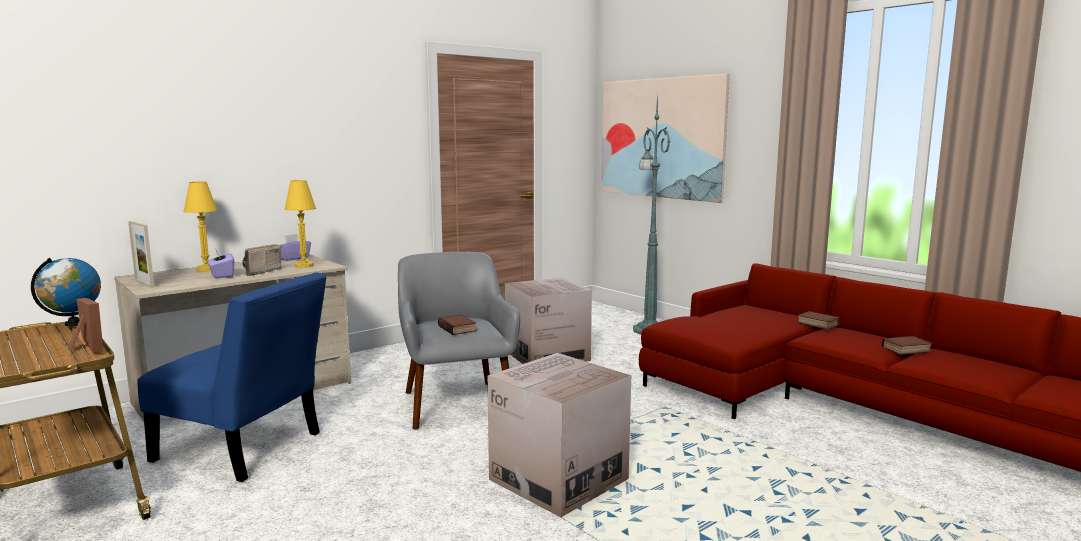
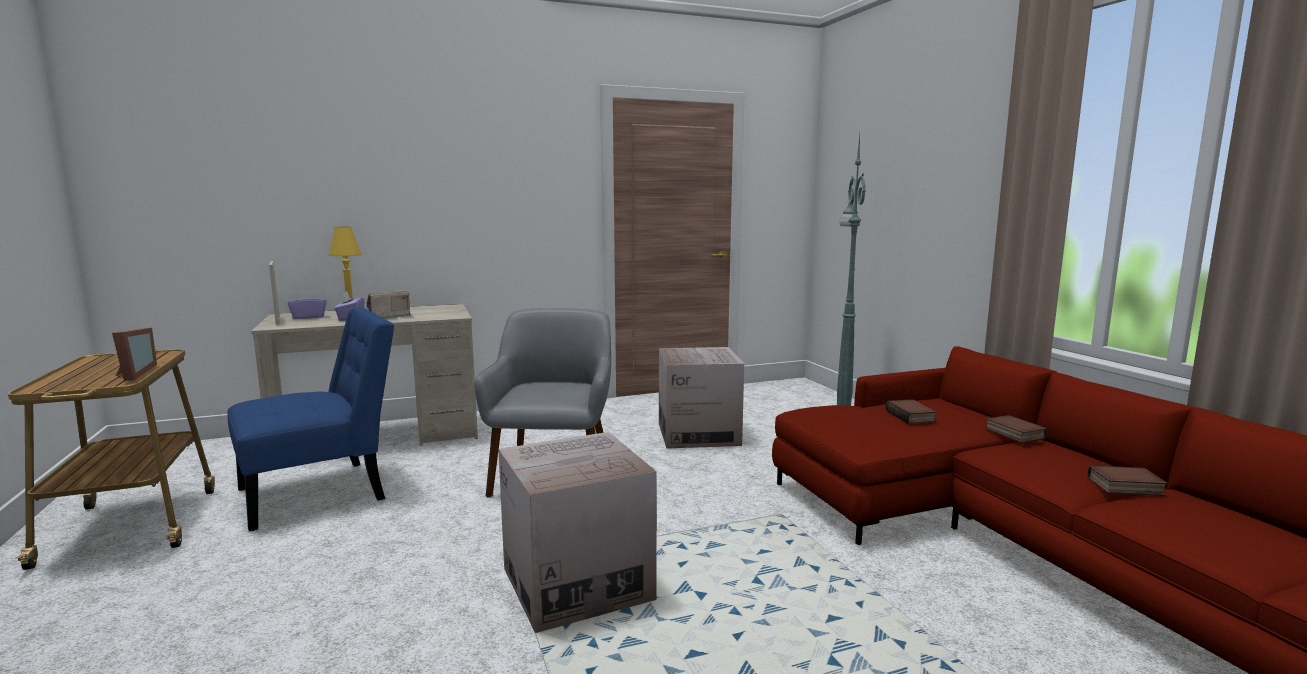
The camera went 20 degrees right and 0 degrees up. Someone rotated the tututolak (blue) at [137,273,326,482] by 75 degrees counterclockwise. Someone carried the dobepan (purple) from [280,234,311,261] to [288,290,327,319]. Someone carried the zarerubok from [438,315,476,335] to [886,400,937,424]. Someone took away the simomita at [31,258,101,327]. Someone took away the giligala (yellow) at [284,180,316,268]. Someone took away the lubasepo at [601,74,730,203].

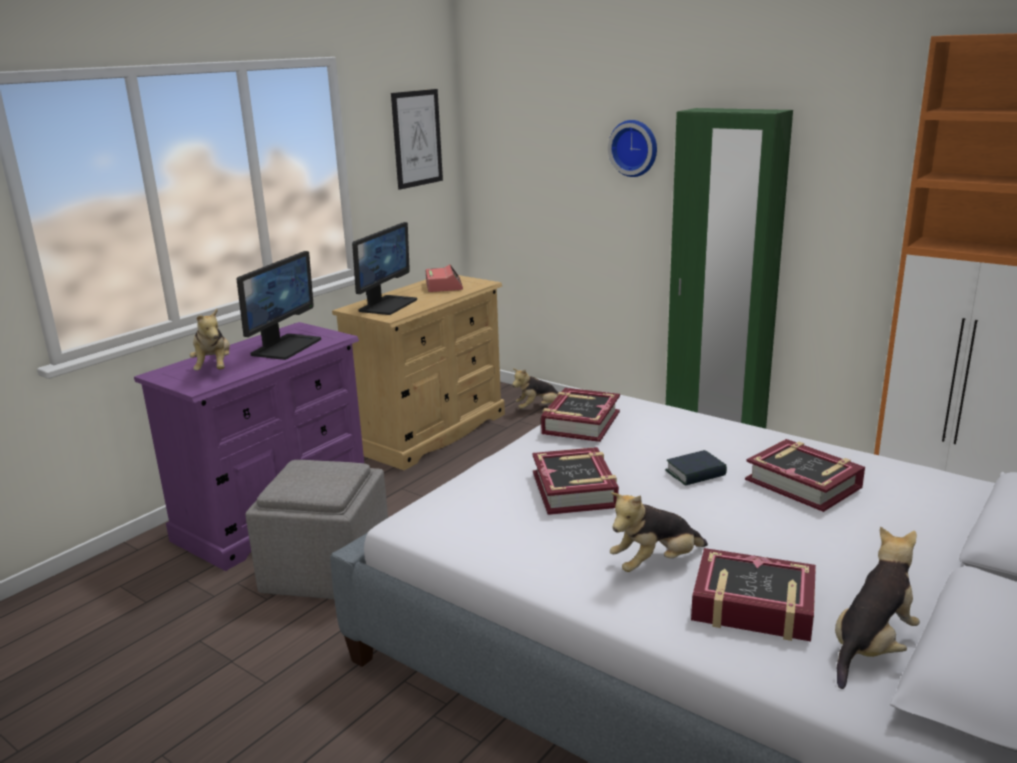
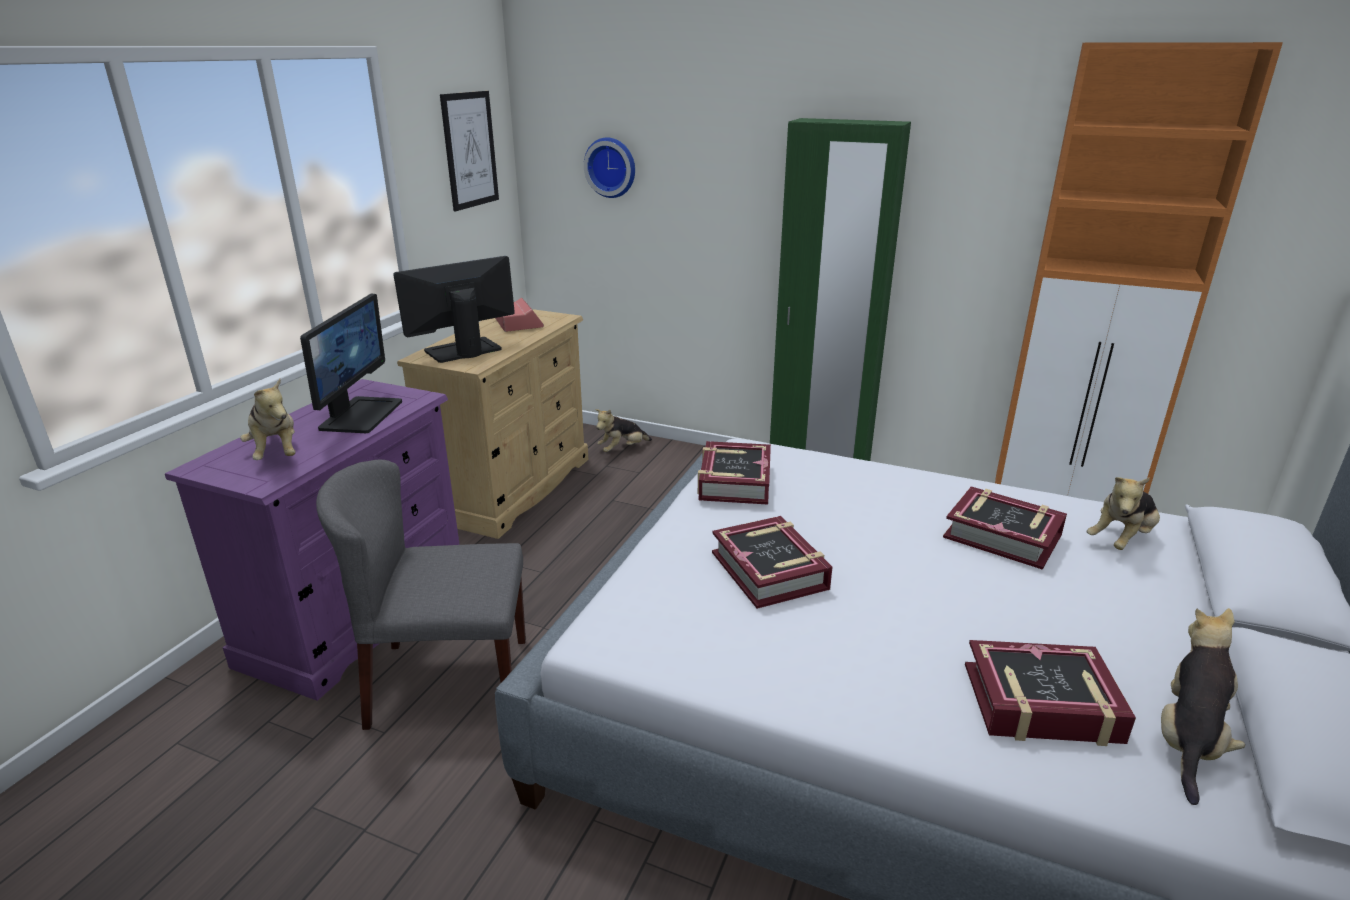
The camera went 15 degrees left and 5 degrees up. Someone swapped the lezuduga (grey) at [245,460,388,599] for the tututolak (grey) at [316,460,526,730]. Someone rotated the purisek at [352,222,417,315] by 135 degrees counterclockwise. Someone carried the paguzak from [608,120,657,177] to [584,137,635,198]. Someone carried the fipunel from [610,492,708,572] to [1087,477,1160,550]. Someone took away the zarerubok at [665,450,727,486].

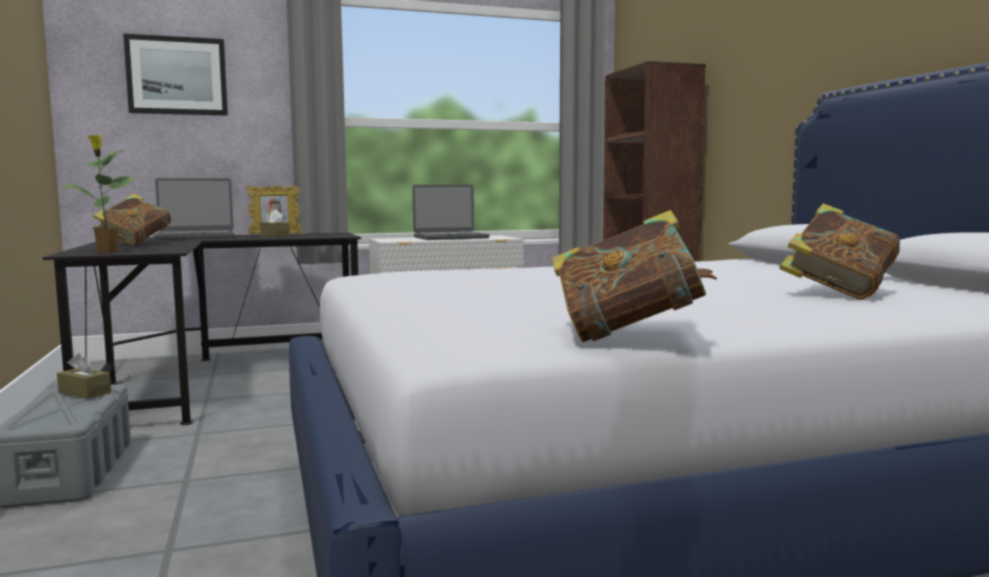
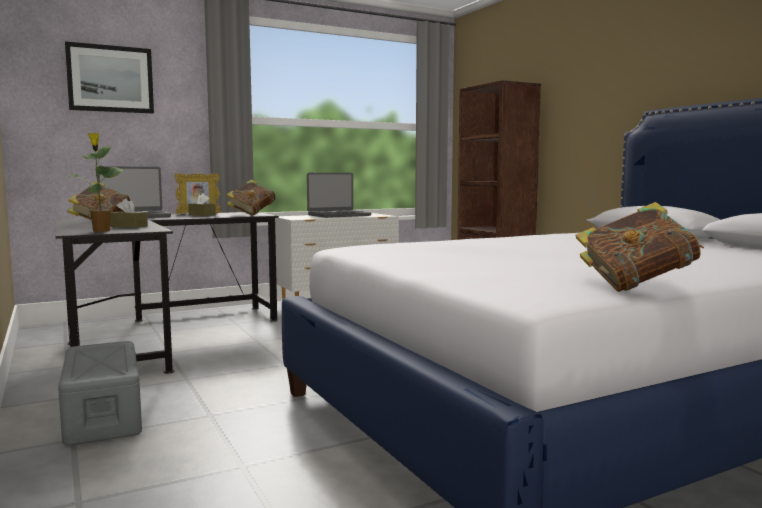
The camera went 10 degrees left and 0 degrees up. Someone carried the dobepan (brown) from [57,353,111,399] to [110,198,148,228]. Someone carried the zarerubok from [779,203,900,300] to [227,180,276,216].

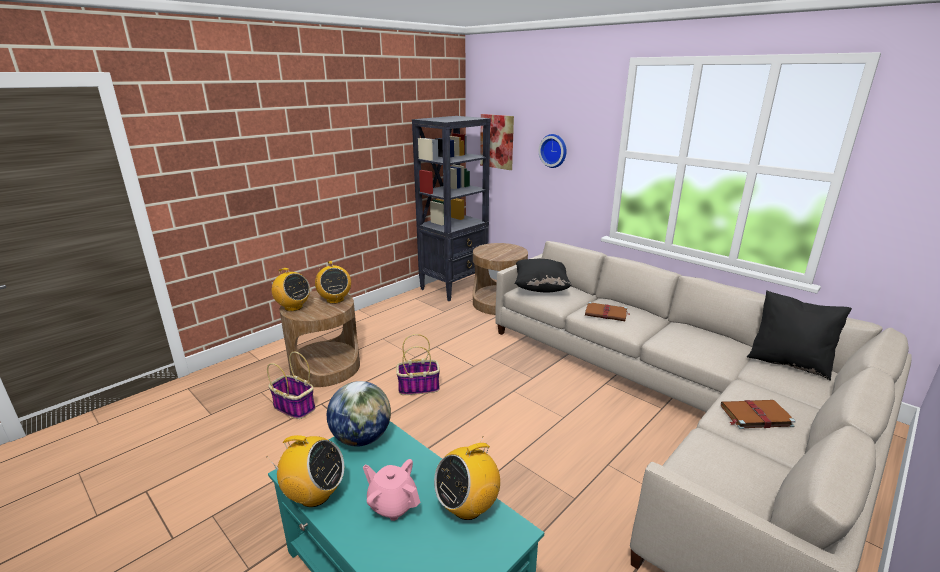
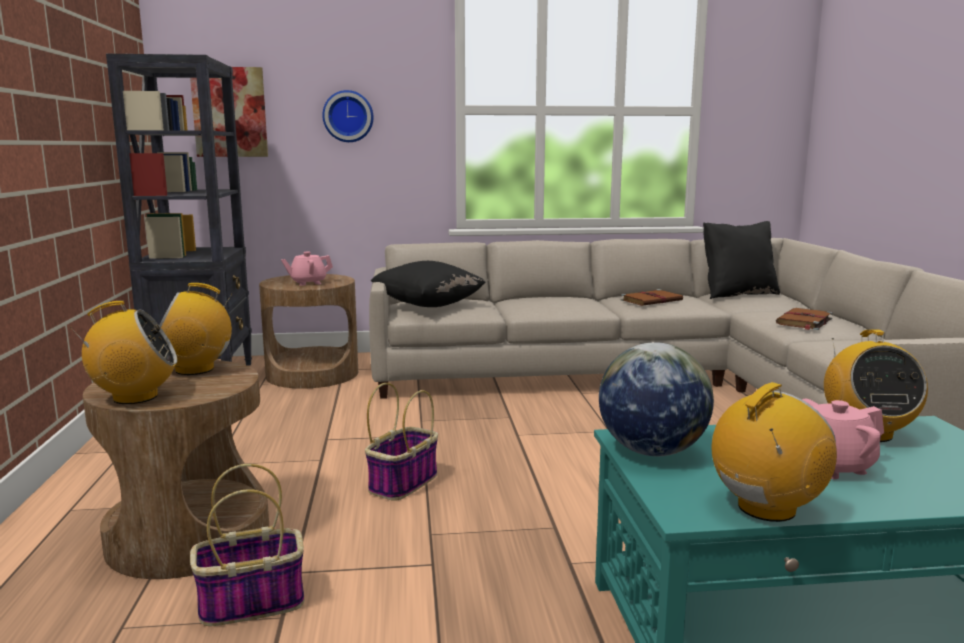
The camera went 50 degrees left and 10 degrees down. Someone rotated the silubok at [315,261,351,304] by 150 degrees clockwise. Someone put down the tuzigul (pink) at [281,252,333,286]. Someone carried the zarerubok (brown) from [585,302,630,321] to [621,289,683,306].

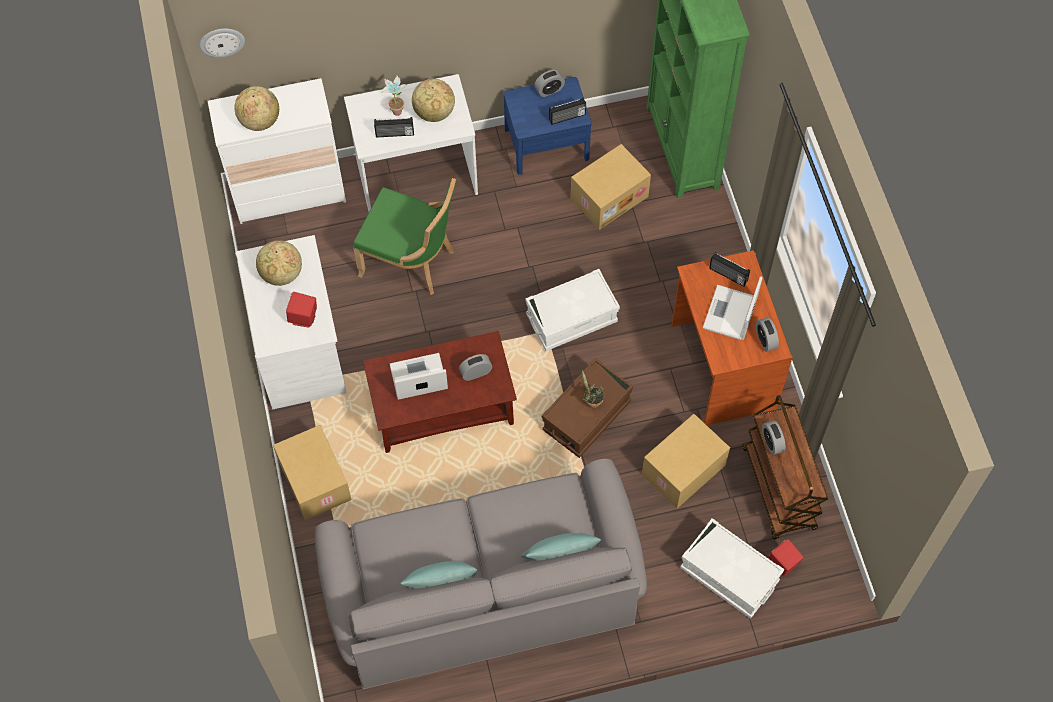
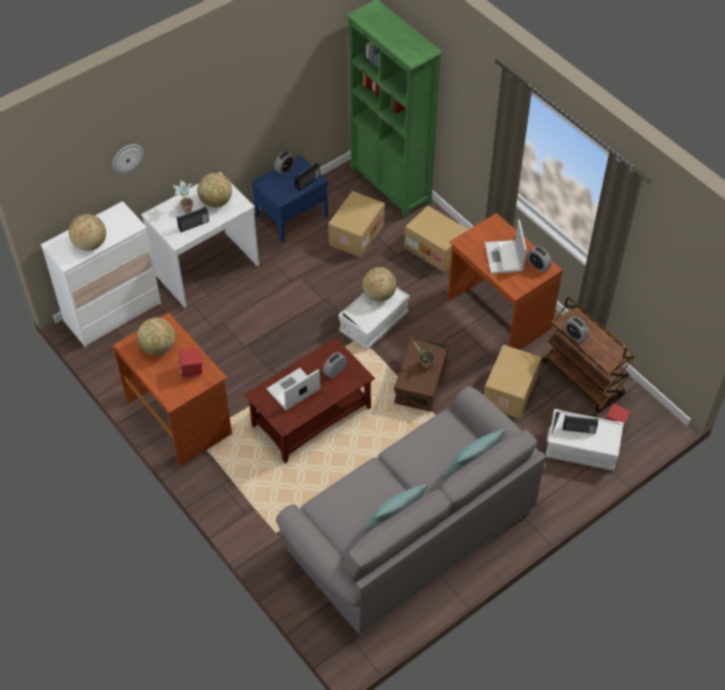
The camera went 25 degrees left and 10 degrees down. Someone carried the paguzak from [199,29,245,58] to [112,144,144,174]. Someone repainted the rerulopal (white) at [235,235,347,409], which became the rerulopal (brown) at [113,313,232,467]. Someone put down the simomita at [362,267,397,302]. Someone carried the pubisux from [273,425,352,520] to [404,206,468,272]. Someone carried the silubok from [709,252,750,287] to [563,415,598,434]. Someone took away the tututolak (green) at [353,178,456,295].

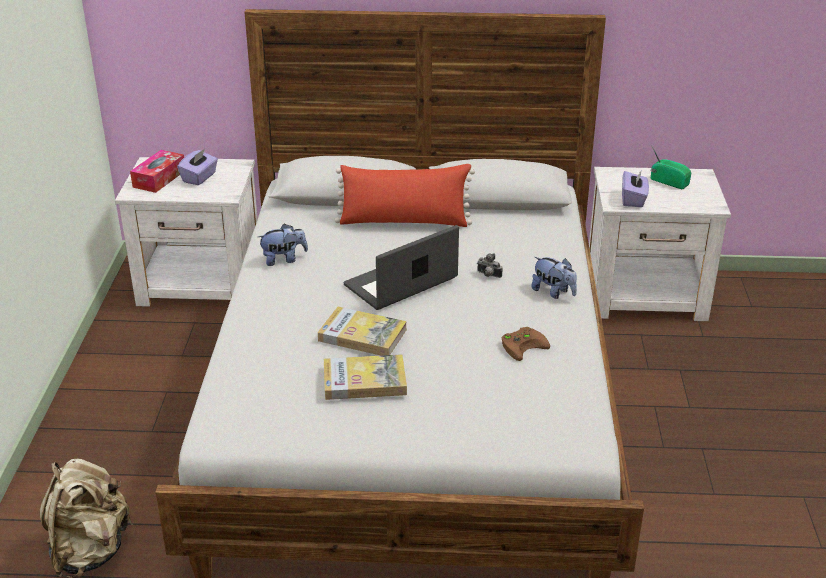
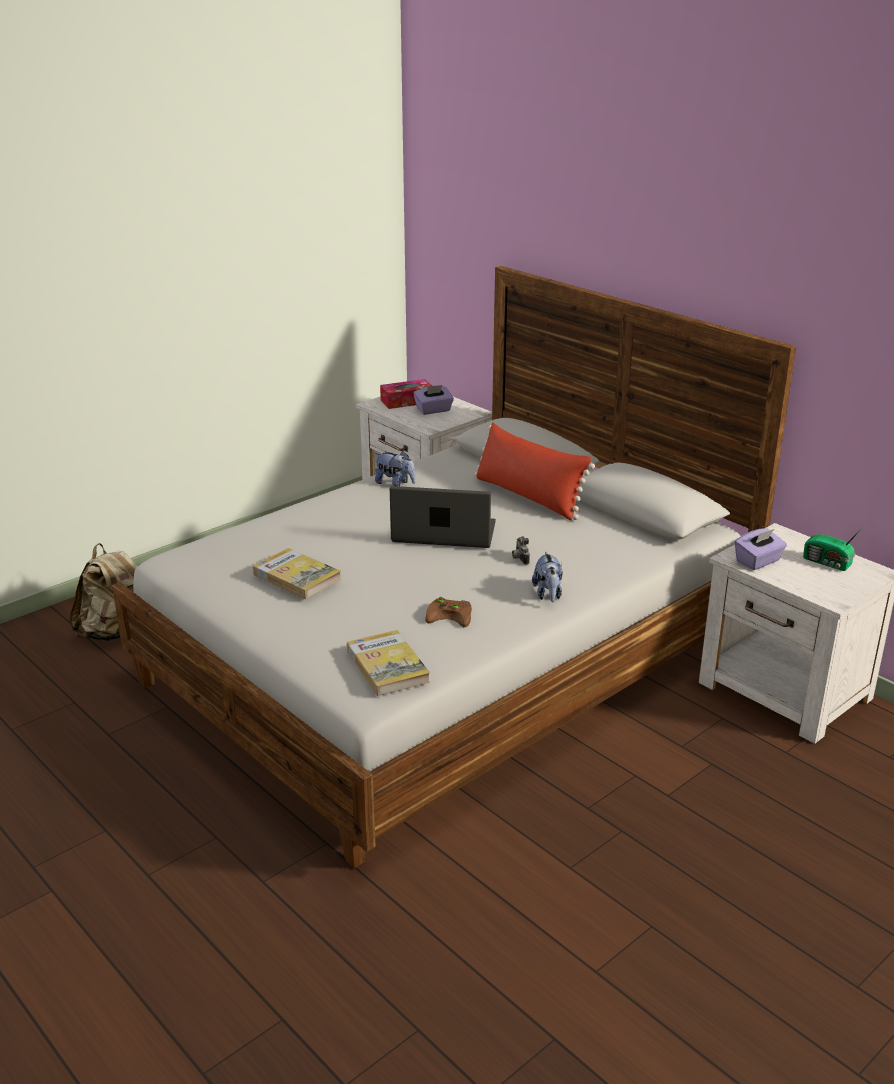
The camera went 45 degrees right and 5 degrees down. Someone carried the zarerubok from [318,307,407,356] to [347,630,430,696]. Someone rotated the silubok at [651,145,691,189] by 135 degrees clockwise.

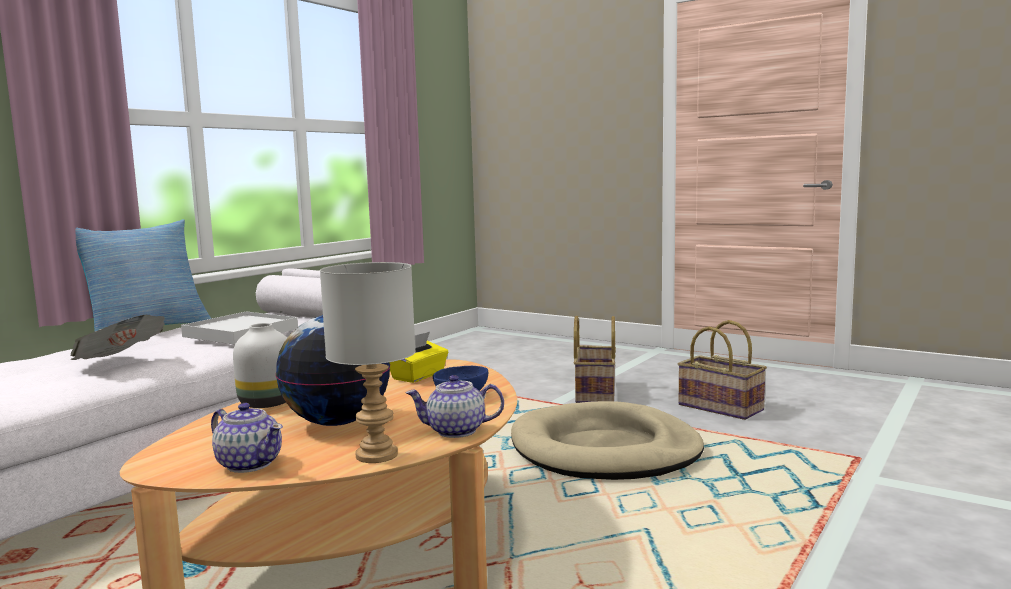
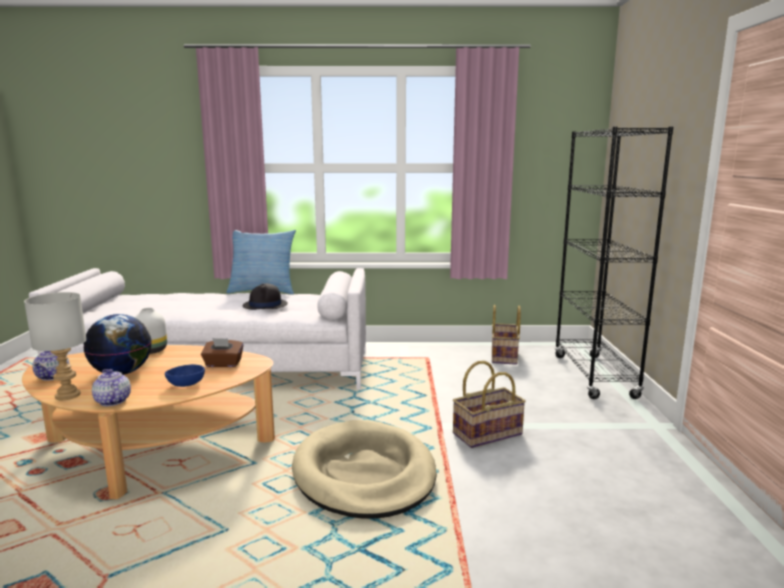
The camera went 55 degrees right and 5 degrees up. Someone repainted the dobepan (yellow) at [389,332,448,383], which became the dobepan (brown) at [201,338,244,367]. Someone swapped the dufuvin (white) at [181,311,298,345] for the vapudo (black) at [243,283,288,310]. Someone carried the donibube from [678,320,767,420] to [492,305,521,365]. Someone put down the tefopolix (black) at [554,127,673,399]. Someone took away the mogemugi at [70,315,165,360].

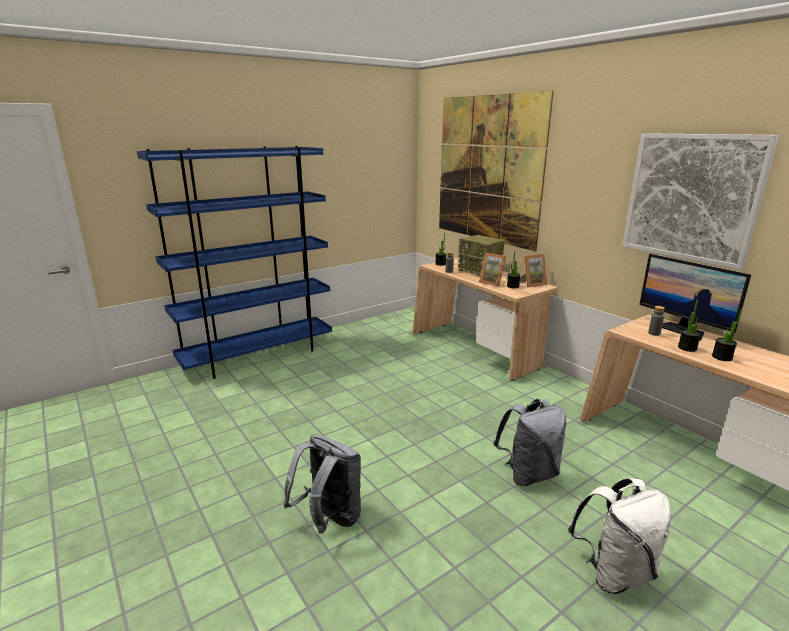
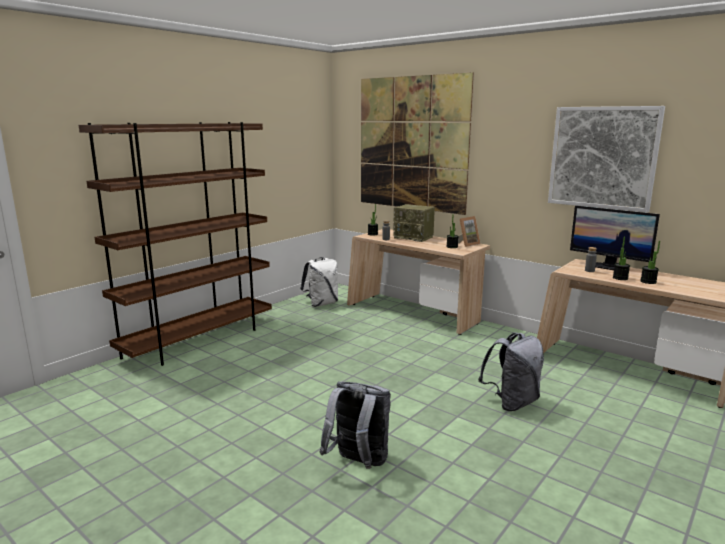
The camera went 15 degrees left and 5 degrees down. Someone repainted the tefopolix (blue) at [137,146,332,379], which became the tefopolix (brown) at [79,122,272,366]. Someone carried the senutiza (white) from [568,478,671,594] to [300,257,338,307]. Someone took away the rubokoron at [479,252,506,287].

